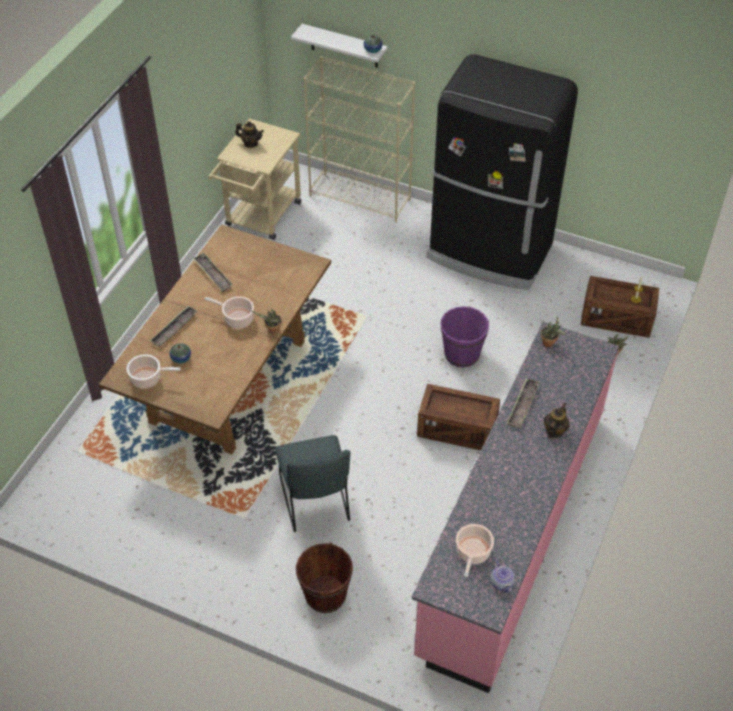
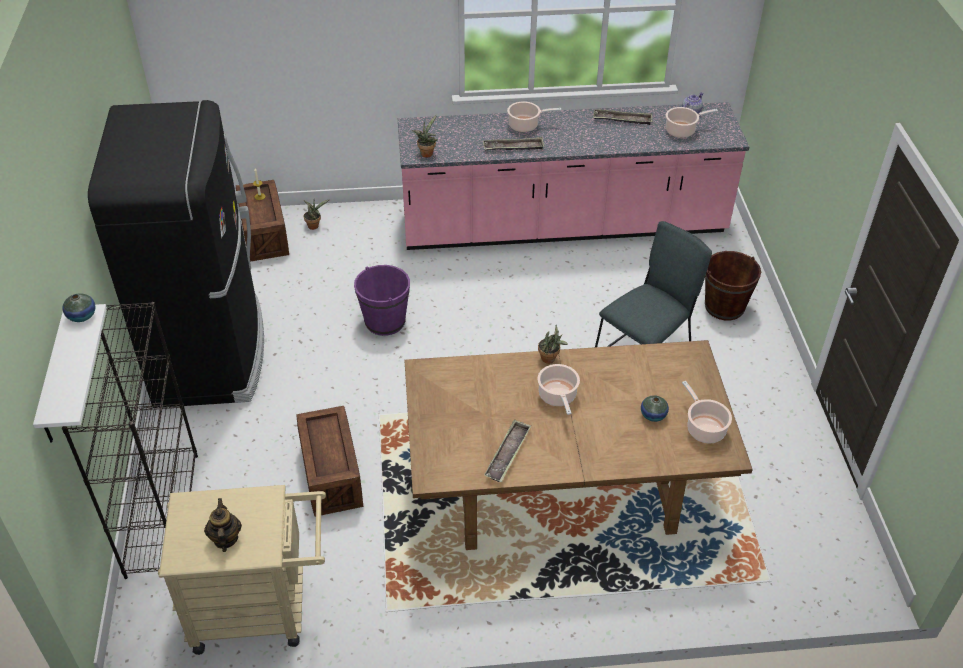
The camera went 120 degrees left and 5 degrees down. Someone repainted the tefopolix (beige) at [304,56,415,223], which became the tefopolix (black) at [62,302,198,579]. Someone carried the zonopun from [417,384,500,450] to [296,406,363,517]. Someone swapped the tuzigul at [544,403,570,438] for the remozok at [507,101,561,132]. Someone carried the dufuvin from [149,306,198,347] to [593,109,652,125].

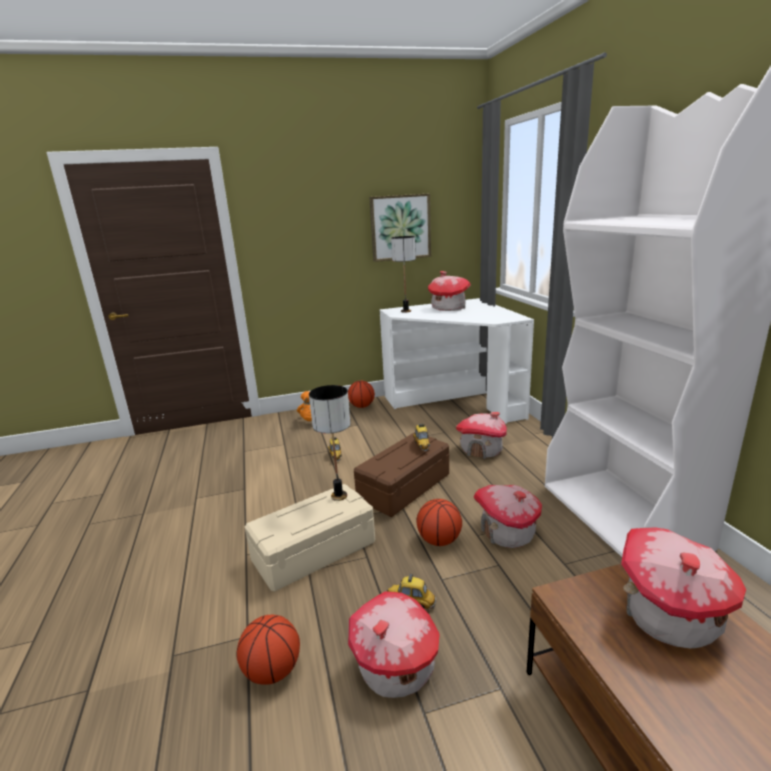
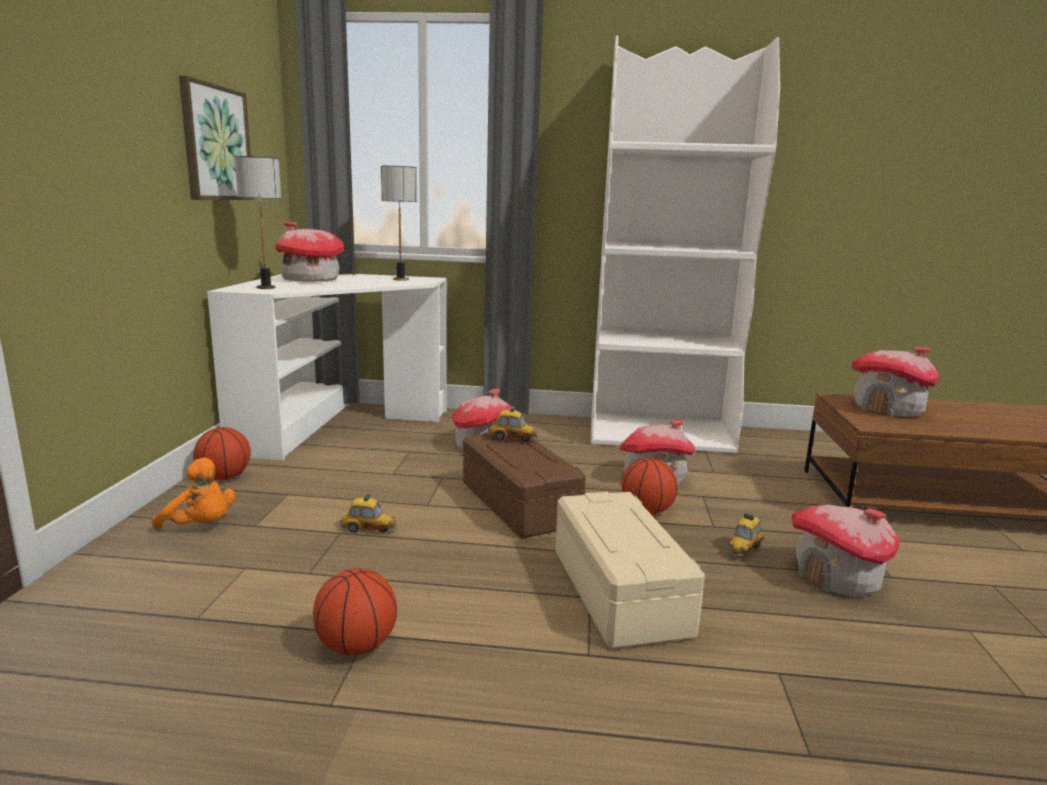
The camera went 70 degrees left and 5 degrees down. Someone carried the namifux from [236,615,300,685] to [313,568,397,656]. Someone carried the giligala from [309,385,351,501] to [381,166,417,281].

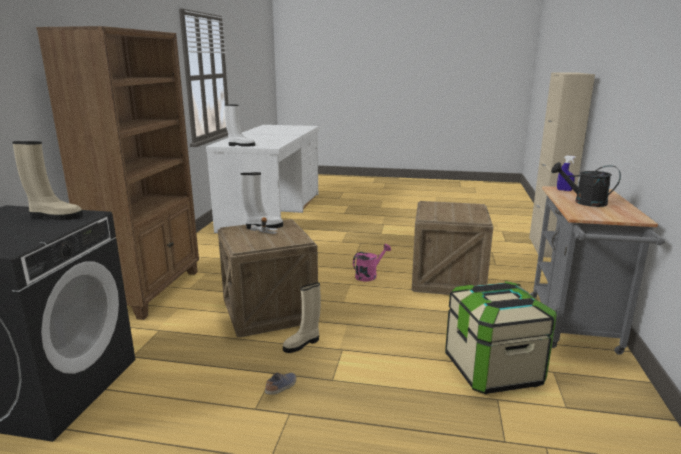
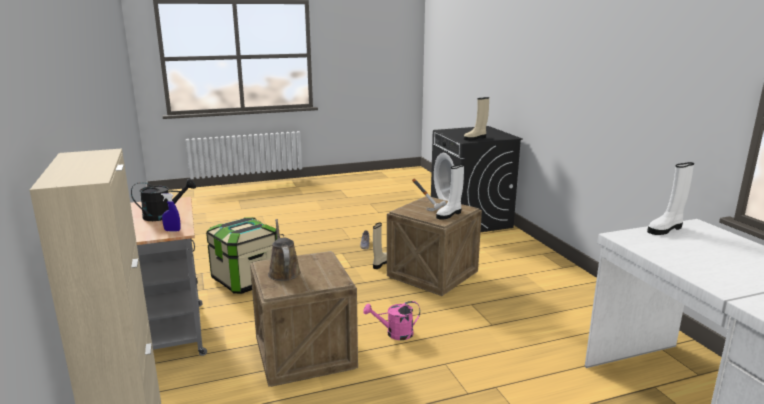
The camera went 150 degrees right and 0 degrees up. Someone put down the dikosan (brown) at [268,219,301,281]. Someone rotated the dikosan (pink) at [353,244,391,282] by 60 degrees clockwise. Someone took away the tefopolix (brown) at [36,26,199,320].

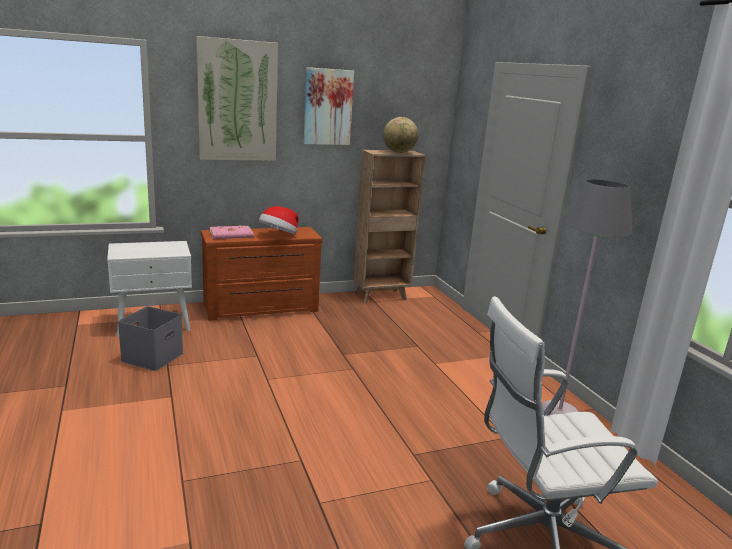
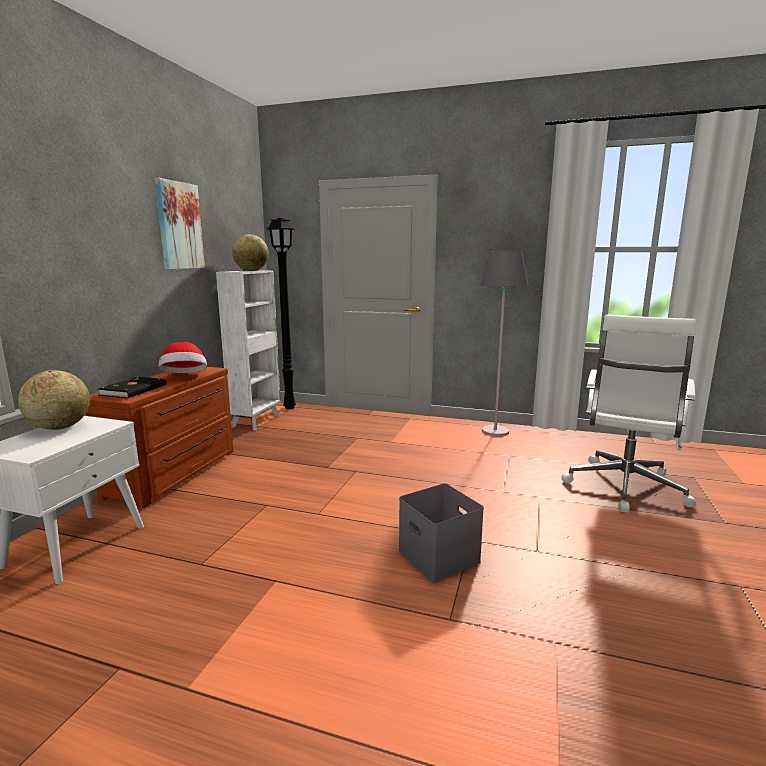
The camera went 50 degrees left and 5 degrees down. Someone put down the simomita at [18,370,90,430]. Someone repainted the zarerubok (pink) at [210,226,254,239], which became the zarerubok (black) at [98,377,167,398]. Someone repainted the tefopolix (brown) at [354,150,425,303], which became the tefopolix (white) at [216,270,281,431]. Someone put down the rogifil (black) at [266,218,296,409]. Someone carried the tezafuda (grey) from [118,306,183,371] to [398,483,484,583]. Someone took away the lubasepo at [196,36,278,161].

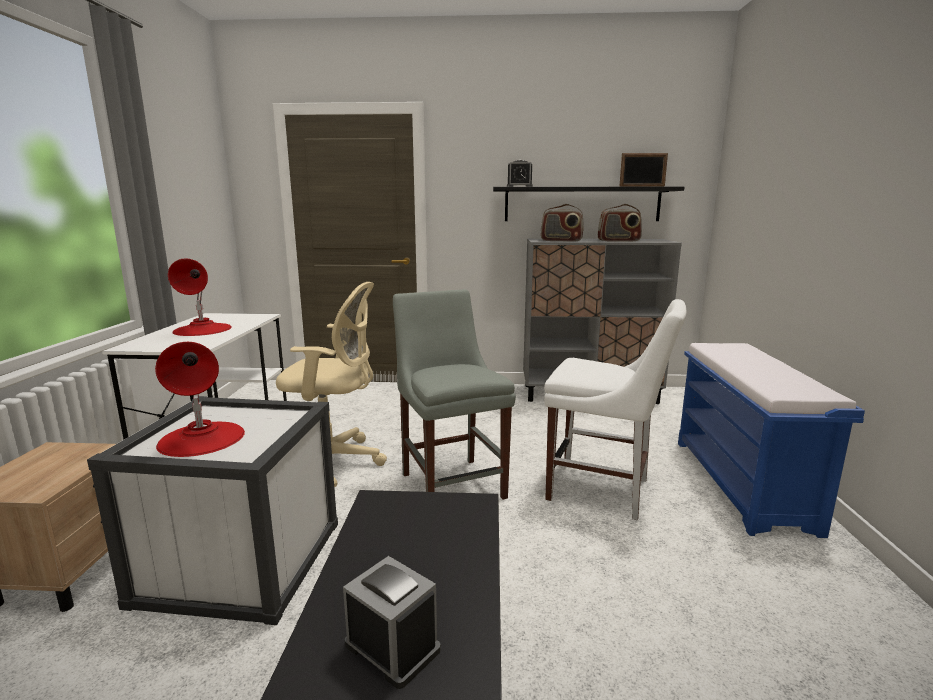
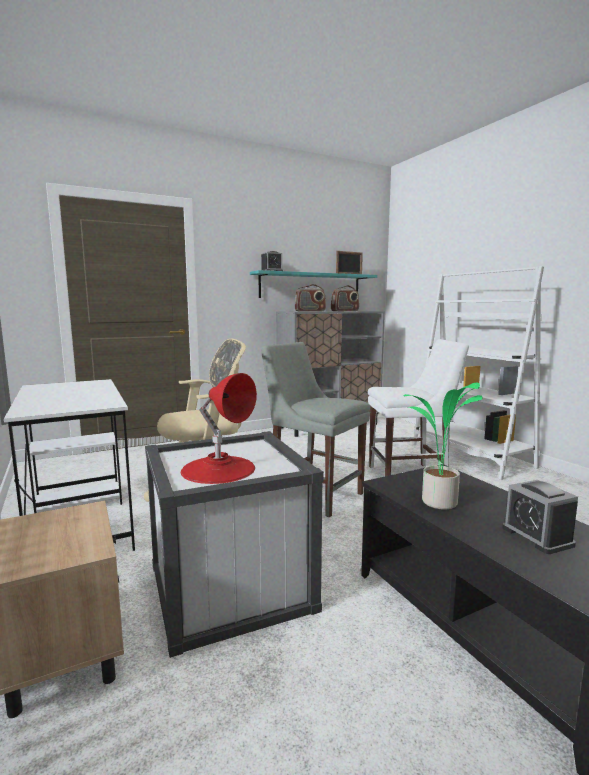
The camera went 30 degrees left and 5 degrees down. Someone repainted the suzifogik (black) at [493,186,685,221], which became the suzifogik (turquoise) at [250,270,377,298]. Someone put down the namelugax at [404,383,483,510]. Someone swapped the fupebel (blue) at [678,343,865,538] for the tefopolix (white) at [413,266,544,480]. Someone rotated the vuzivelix at [343,556,441,689] by 120 degrees counterclockwise. Someone took away the giligala (red) at [168,258,232,336].

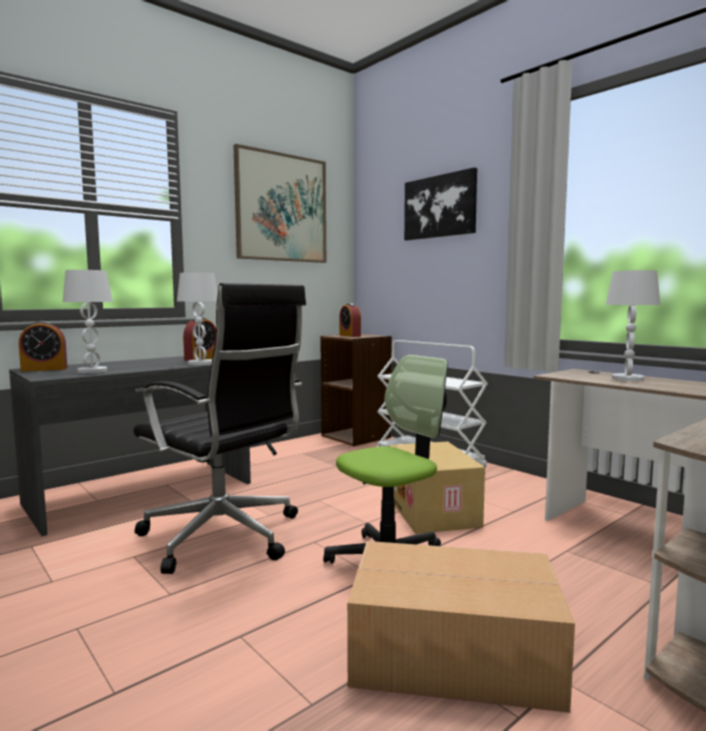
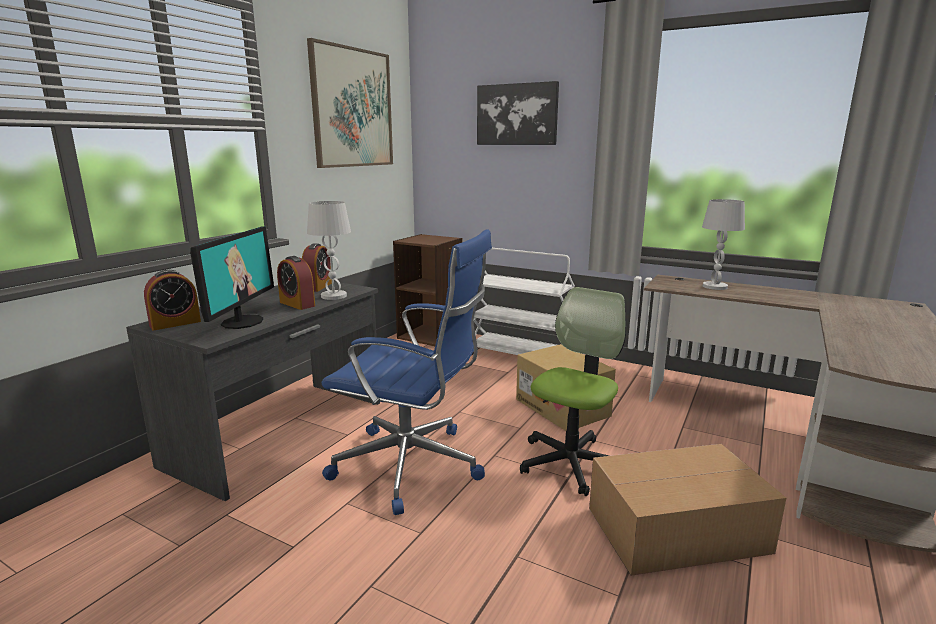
The camera went 20 degrees left and 10 degrees up. Someone swapped the giligala (white) at [63,270,113,373] for the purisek at [190,226,274,329]. Someone carried the vuzivelix from [339,303,361,337] to [277,256,315,310]. Someone repainted the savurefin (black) at [133,283,306,574], which became the savurefin (blue) at [322,229,492,515].

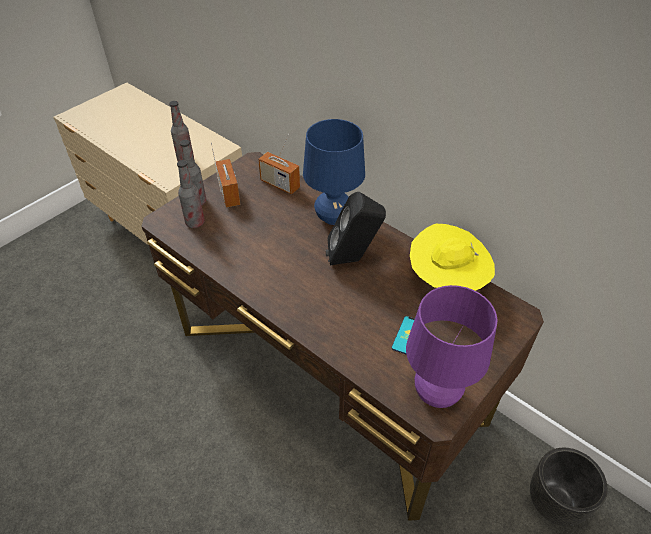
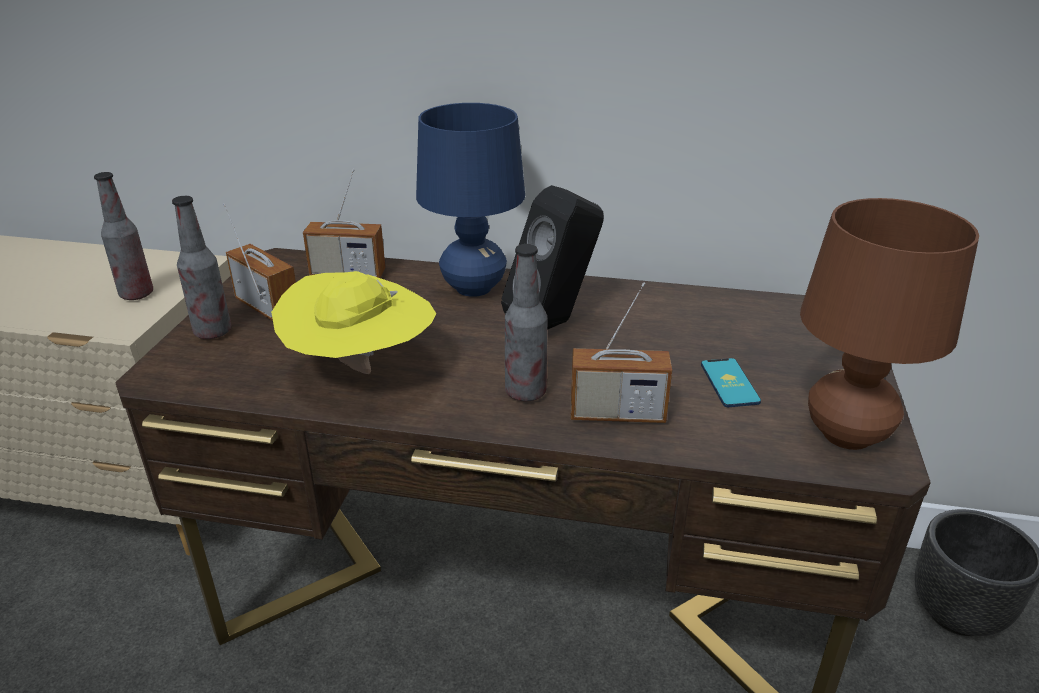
The camera went 30 degrees left and 15 degrees down. Someone carried the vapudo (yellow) from [410,224,495,291] to [271,271,437,374]. Someone carried the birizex from [177,160,205,228] to [505,244,547,402]. Someone put down the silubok at [571,282,672,423]. Someone repainted the giligala (purple) at [406,285,497,408], which became the giligala (brown) at [800,198,979,450].

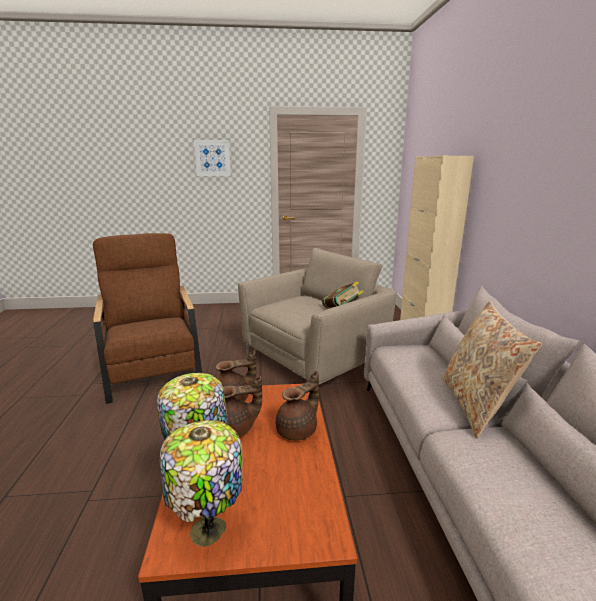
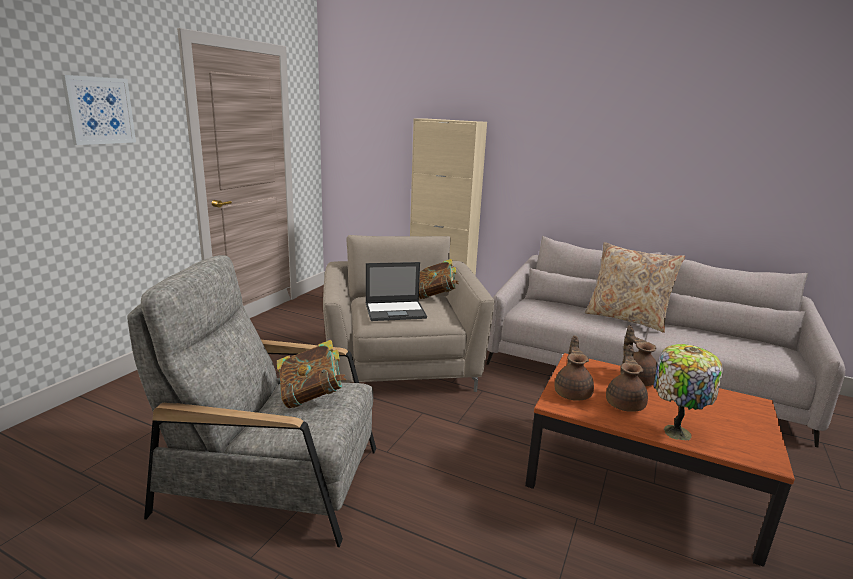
The camera went 60 degrees left and 0 degrees up. Someone repainted the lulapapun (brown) at [93,233,202,404], which became the lulapapun (grey) at [127,255,376,547]. Someone put down the zarerubok at [277,340,346,408]. Someone put down the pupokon at [366,262,427,321]. Someone took away the giligala at [160,420,243,547].

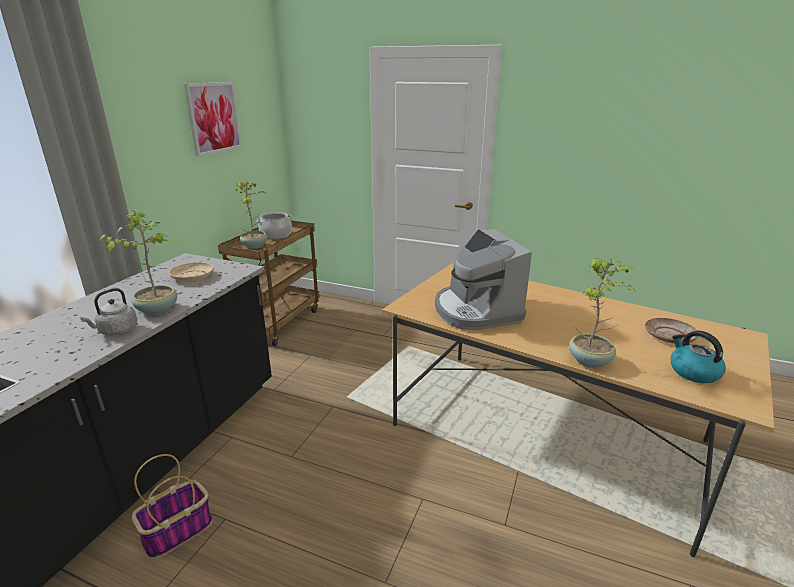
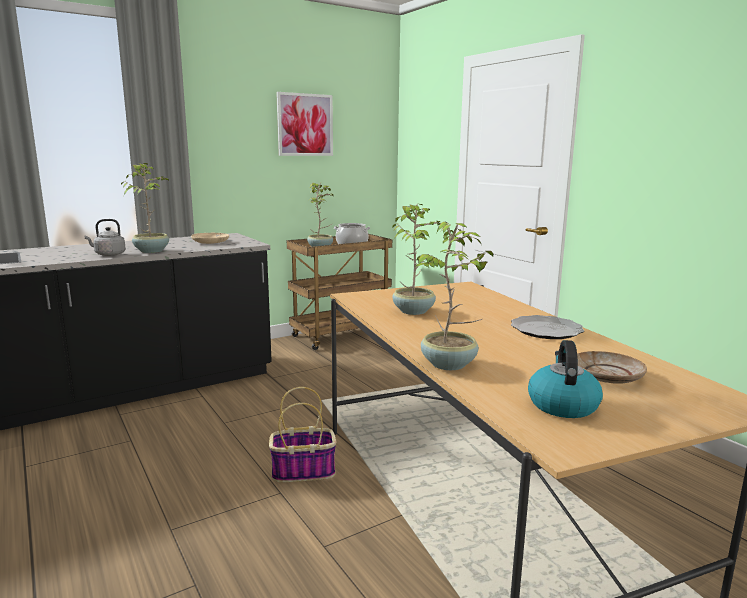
The camera went 35 degrees right and 10 degrees down. Someone carried the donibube from [132,454,213,559] to [269,387,336,482]. Someone swapped the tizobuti at [435,229,532,330] for the namelugax at [392,203,441,315]. Someone put down the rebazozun at [511,315,584,339].

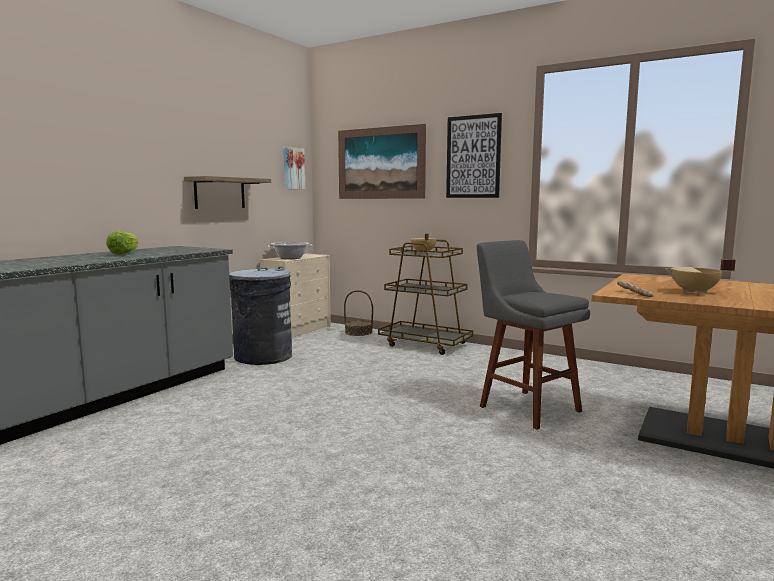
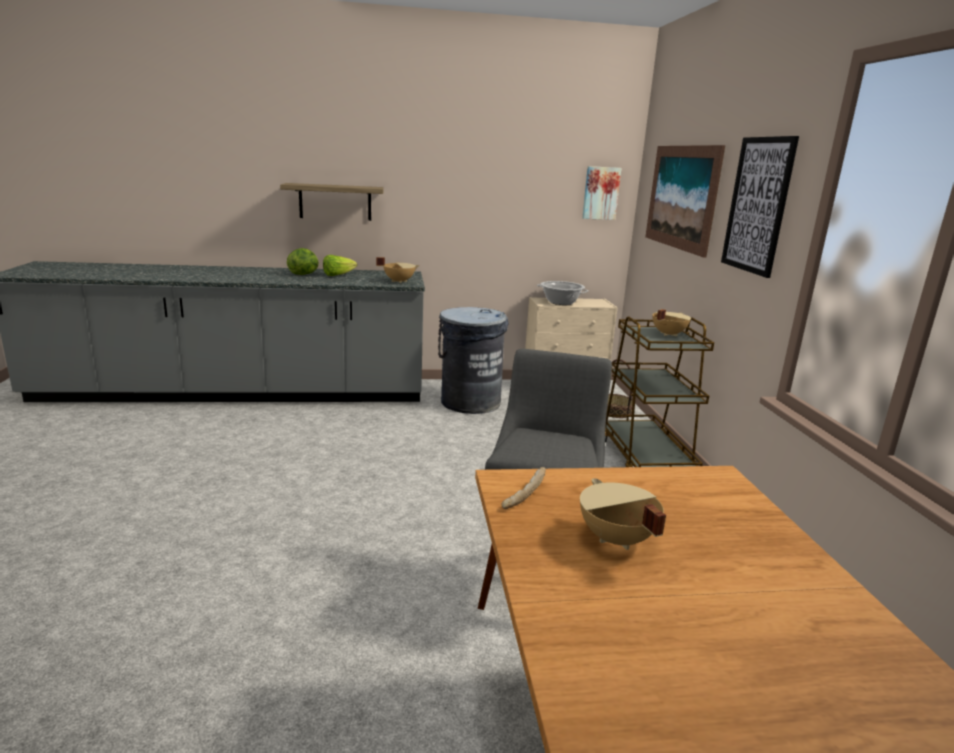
The camera went 50 degrees right and 10 degrees up. Someone carried the suzifogik from [184,176,271,209] to [280,183,384,221]. Someone put down the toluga at [287,248,319,275]. Someone put down the remozok (beige) at [376,257,419,283].

